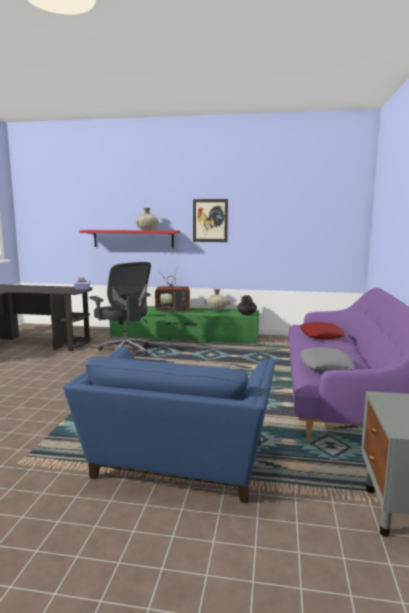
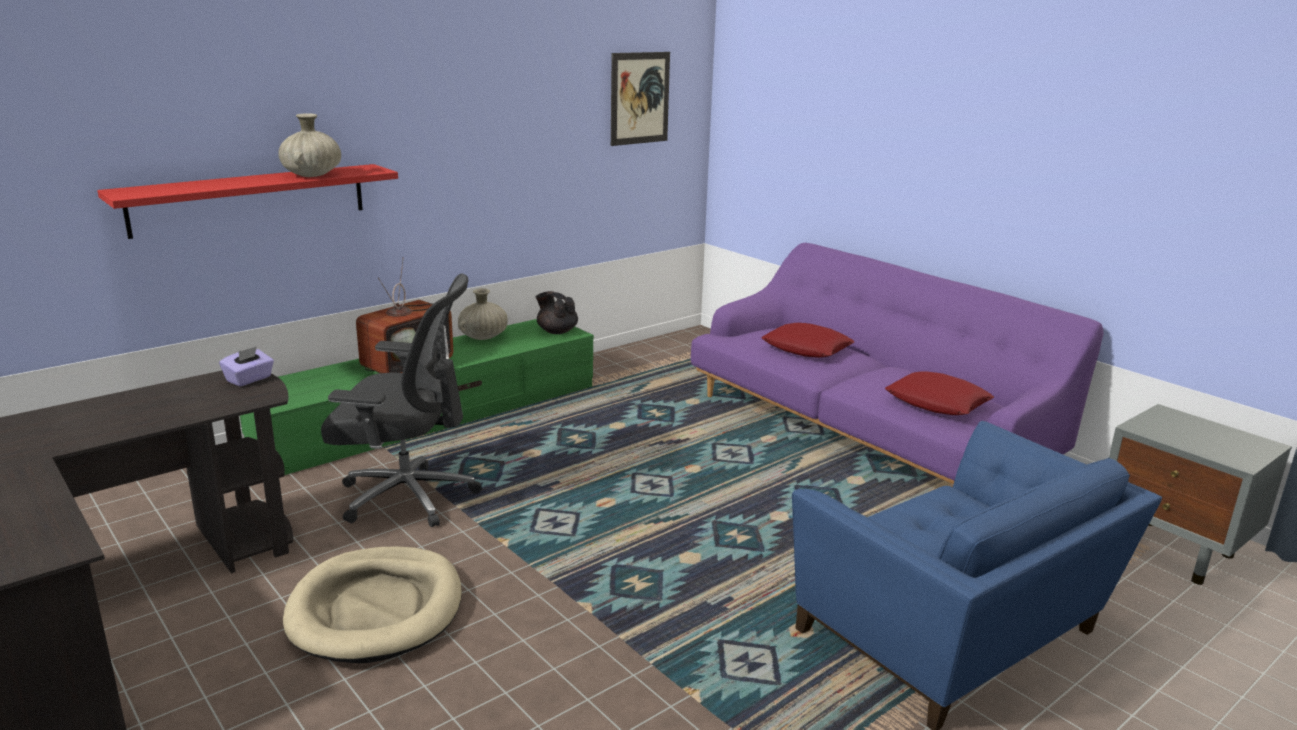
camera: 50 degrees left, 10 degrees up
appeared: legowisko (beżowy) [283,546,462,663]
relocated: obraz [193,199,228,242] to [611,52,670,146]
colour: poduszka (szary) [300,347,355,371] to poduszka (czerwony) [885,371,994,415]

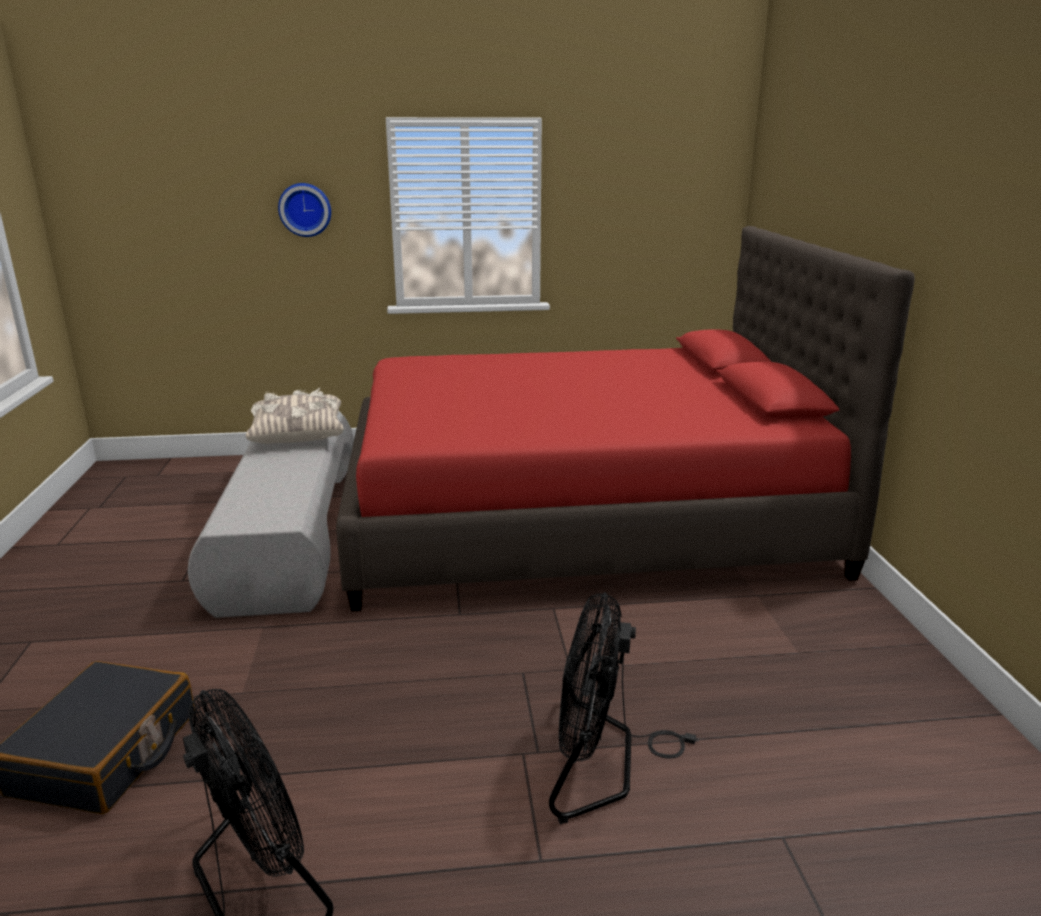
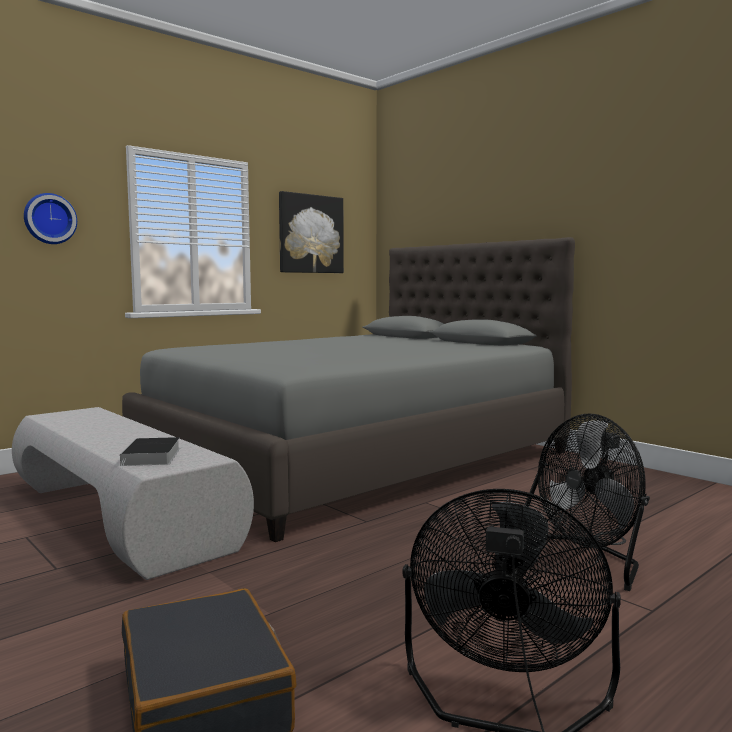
camera: 35 degrees left, 15 degrees down
missing: poduszka (beżowy) [246,388,344,444]
appeared: książka [120,437,180,469]; obraz [279,191,344,273]
colour: łóżko (czerwony) [336,226,915,612] to łóżko (szary) [122,237,575,542]

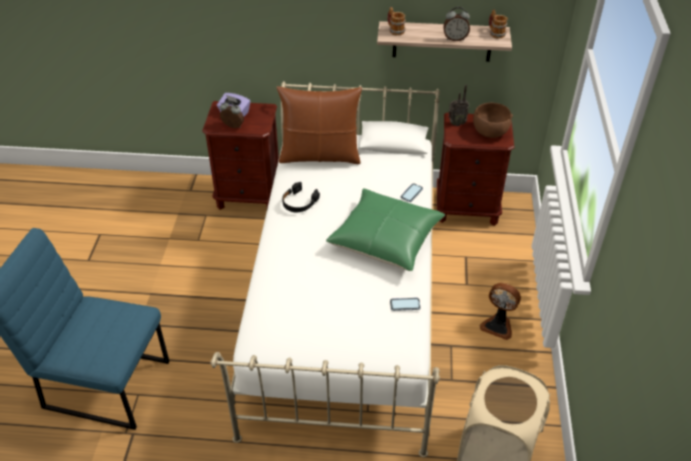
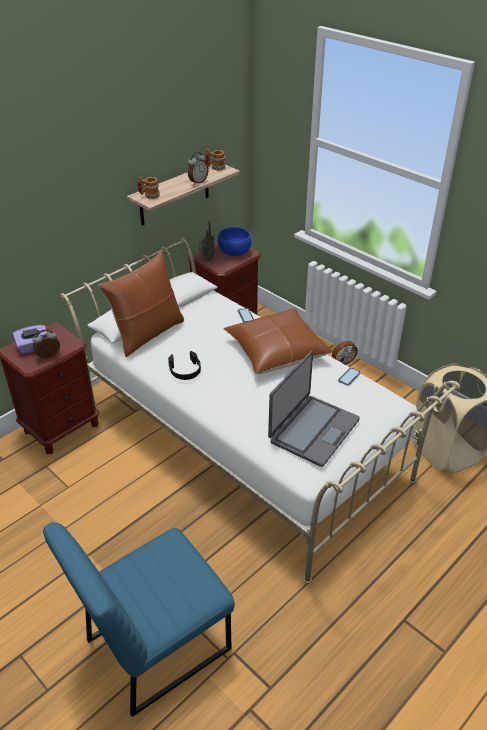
camera: 50 degrees left, 5 degrees down
appeared: laptop [268,351,360,467]
colour: poduszka (zielony) [326,188,445,271] to poduszka (brązowy) [223,308,333,374]; miska (brązowy) [473,103,513,138] to miska (niebieski) [218,227,251,256]

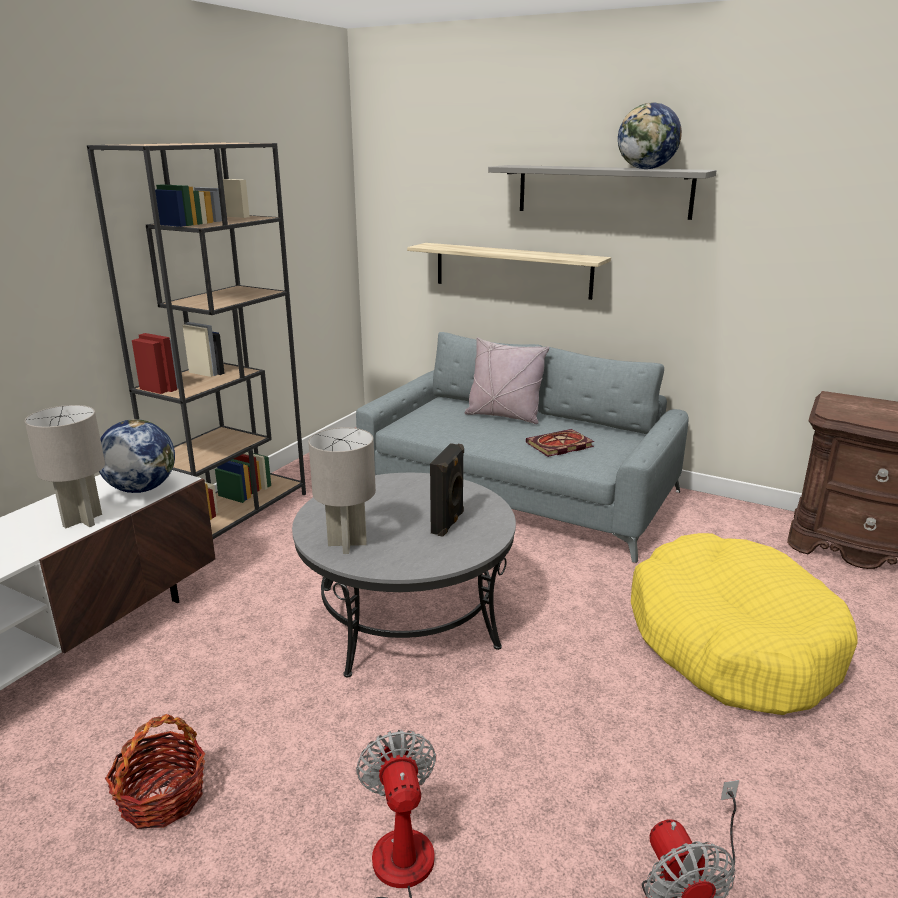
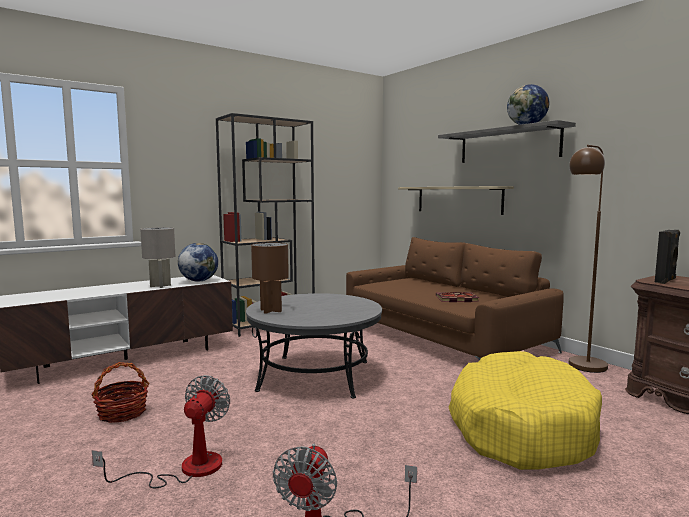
camera: 25 degrees right, 15 degrees down
missing: poduszka (fioletowy) [465,337,549,424]
appeared: lampa stojąca (brązowy) [569,145,608,373]
relocated: głośnik (czarny) [430,443,464,537] to [655,230,680,284]
colour: lampa stołowa (szary) [308,427,376,554] to lampa stołowa (brązowy) [251,243,289,314]; kanapa (szary) [356,332,689,563] to kanapa (brązowy) [346,237,564,360]

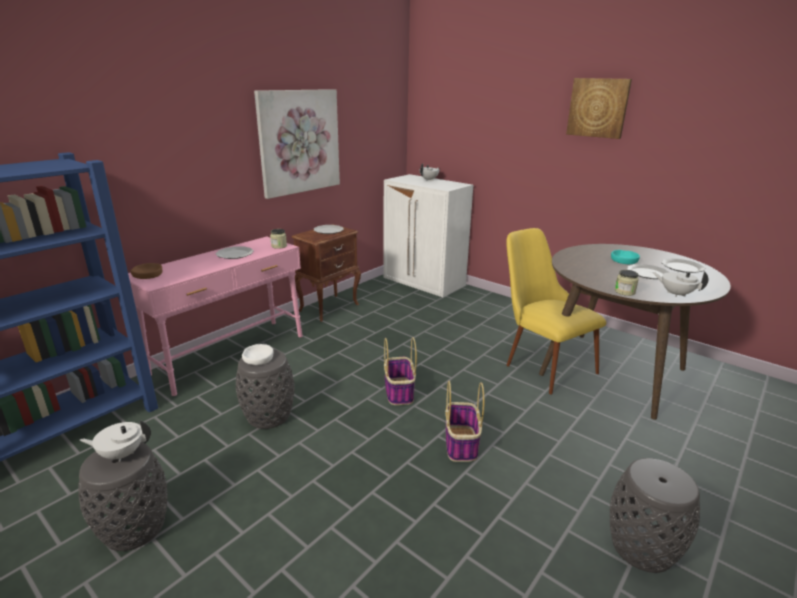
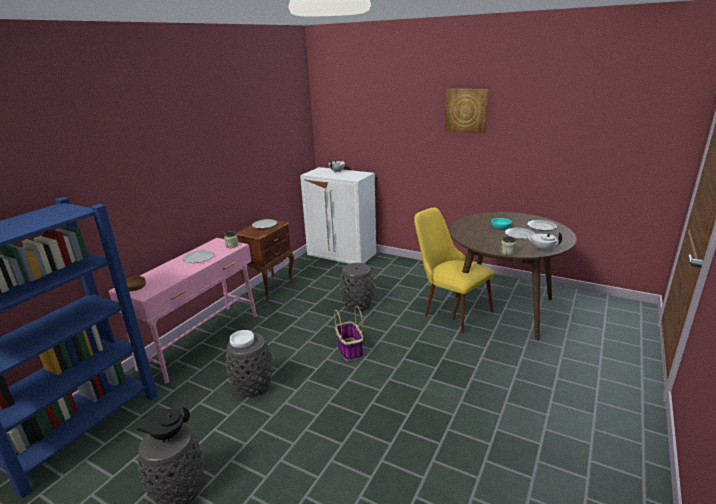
camera: 10 degrees left, 0 degrees up
missing: obraz [254,89,340,199]; koszyk [445,381,484,462]
relocated: stołek (szary) [610,458,700,573] to [340,263,374,311]
colour: imbryk (biały) [80,420,151,462] to imbryk (czarny) [135,406,190,441]

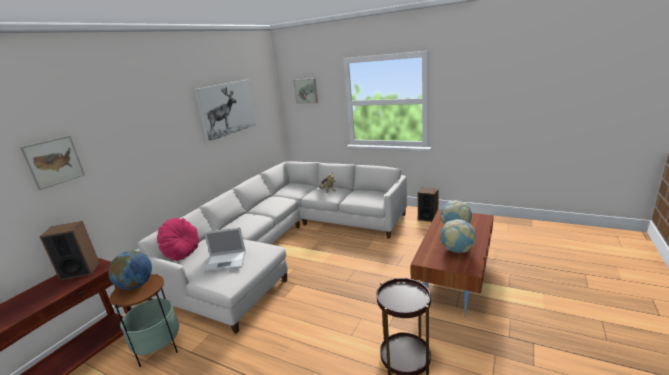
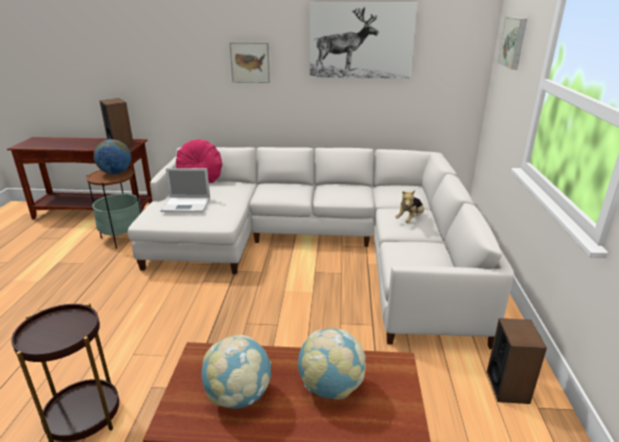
camera: 65 degrees right, 5 degrees up
relocated: obraz [20,135,85,190] to [229,42,270,83]
spun: laptop [204,227,246,273] = [160,168,210,212] 60 degrees counterclockwise

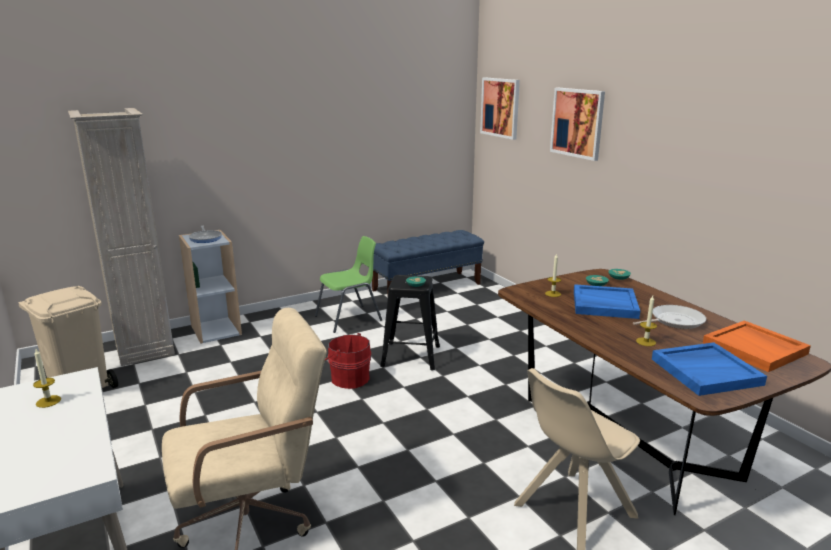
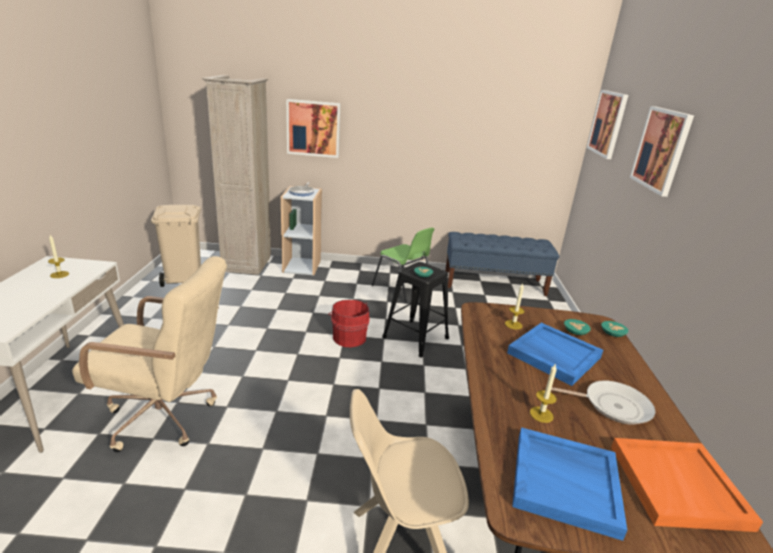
camera: 30 degrees right, 5 degrees up
appeared: obraz [286,99,340,158]
spun: krzesło (zielony) [315,236,382,333] = [371,228,434,303] 45 degrees clockwise

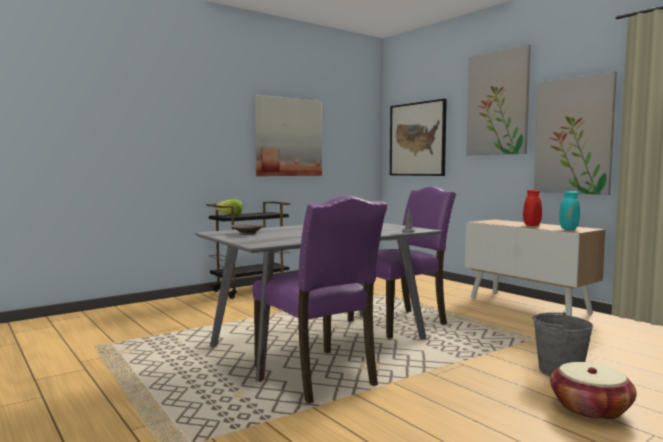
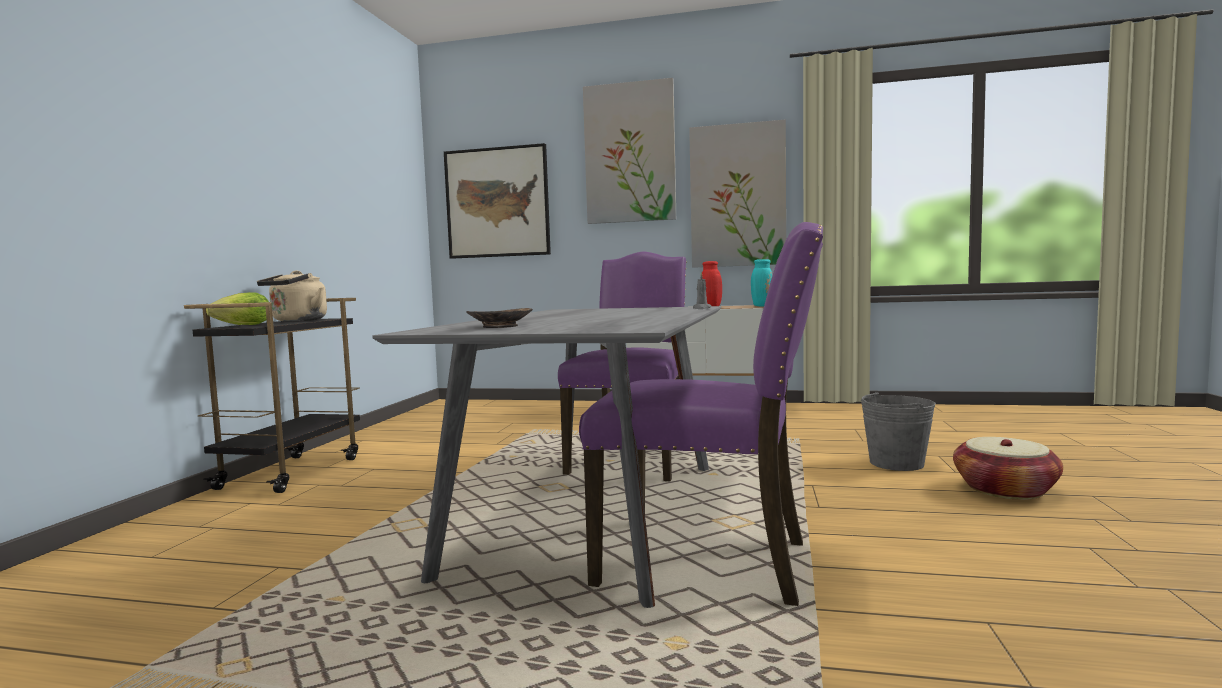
camera: 40 degrees left, 0 degrees up
missing: obraz [255,95,322,176]
appeared: czajnik (beżowy) [257,271,327,321]

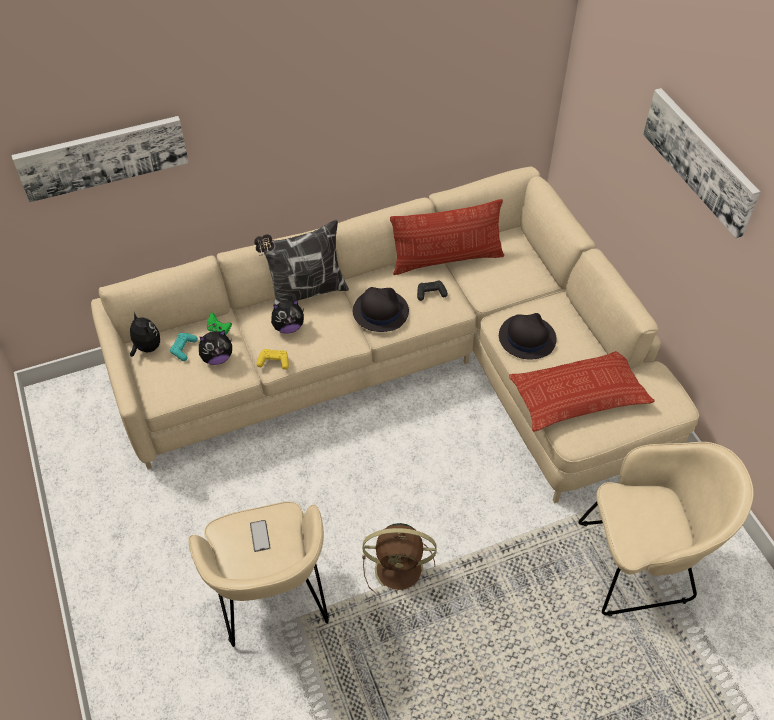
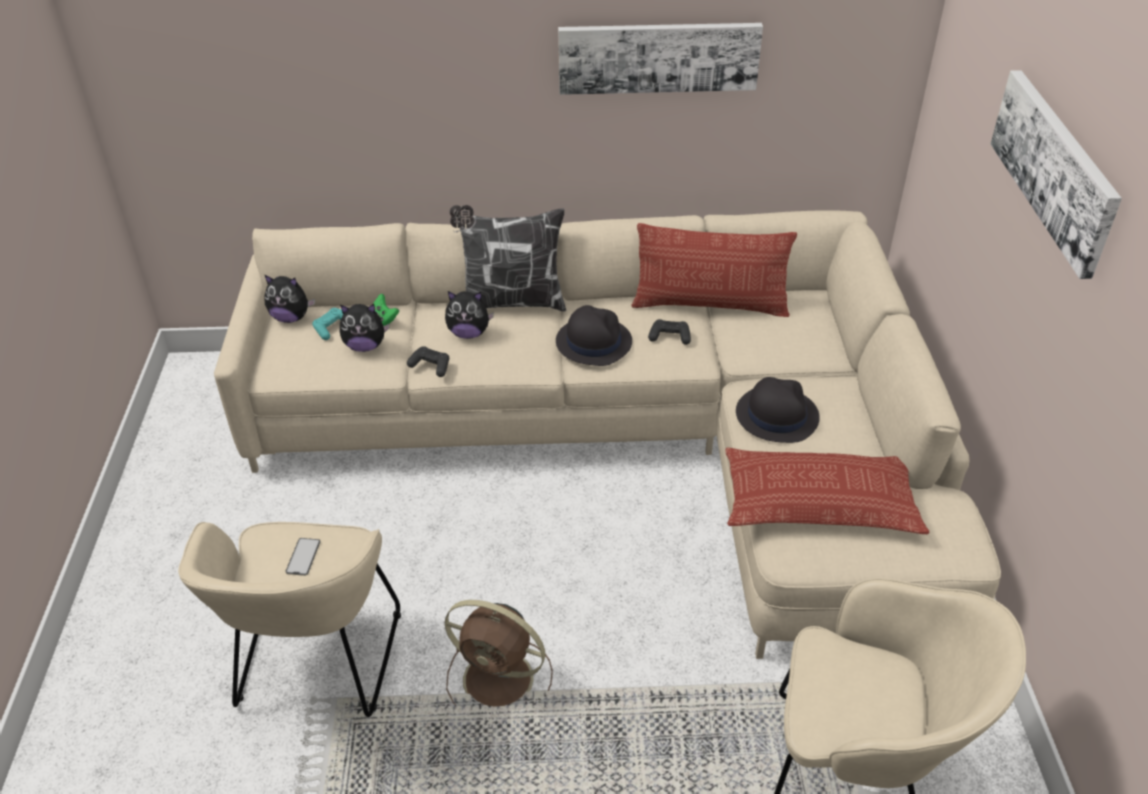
camera: 20 degrees right, 10 degrees down
relocated: obraz [12,116,189,203] to [558,23,763,95]
colour: pad do gier (żółty) [256,349,289,369] to pad do gier (czarny) [407,346,449,377]
spun: pluszak [130,311,160,357] = [264,275,315,323] 120 degrees clockwise

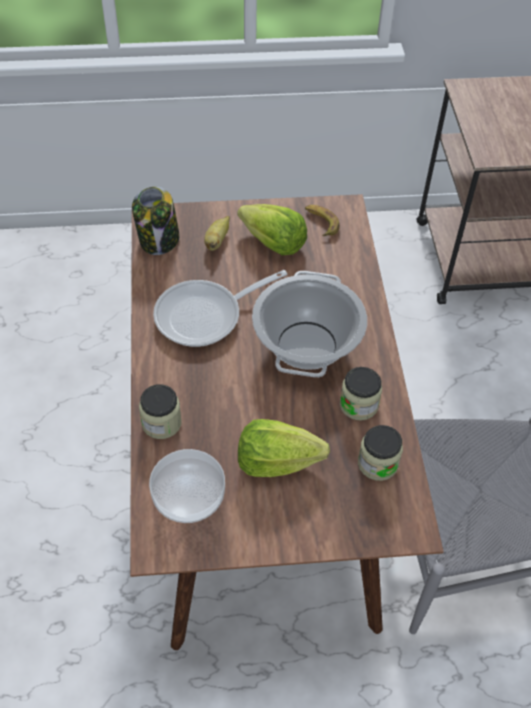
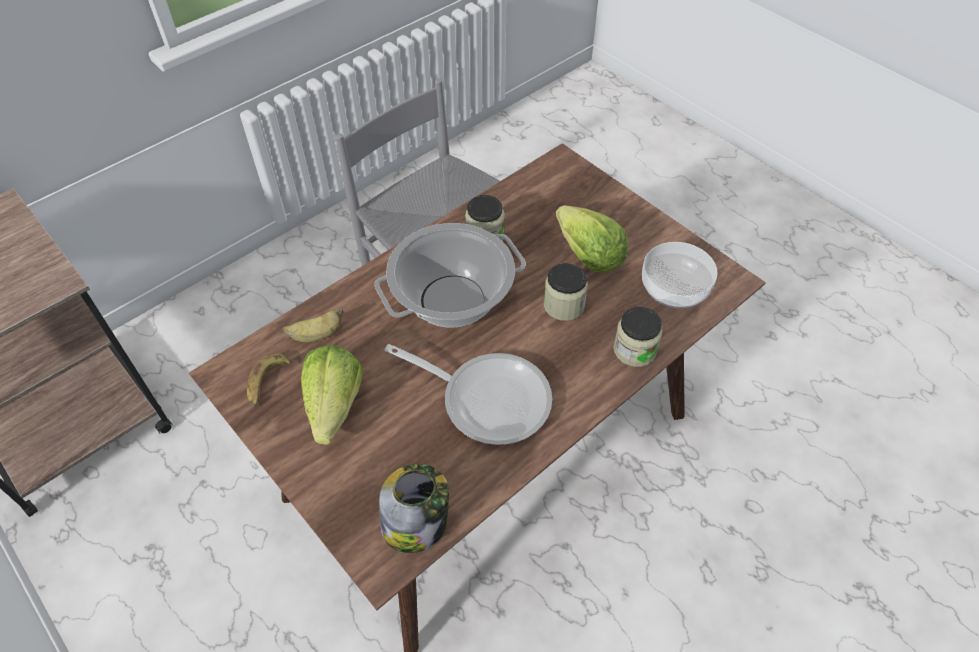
camera: 125 degrees left, 0 degrees up
relocated: banan [204,216,230,251] to [283,308,344,342]; słoik [358,425,403,481] to [544,263,588,321]

